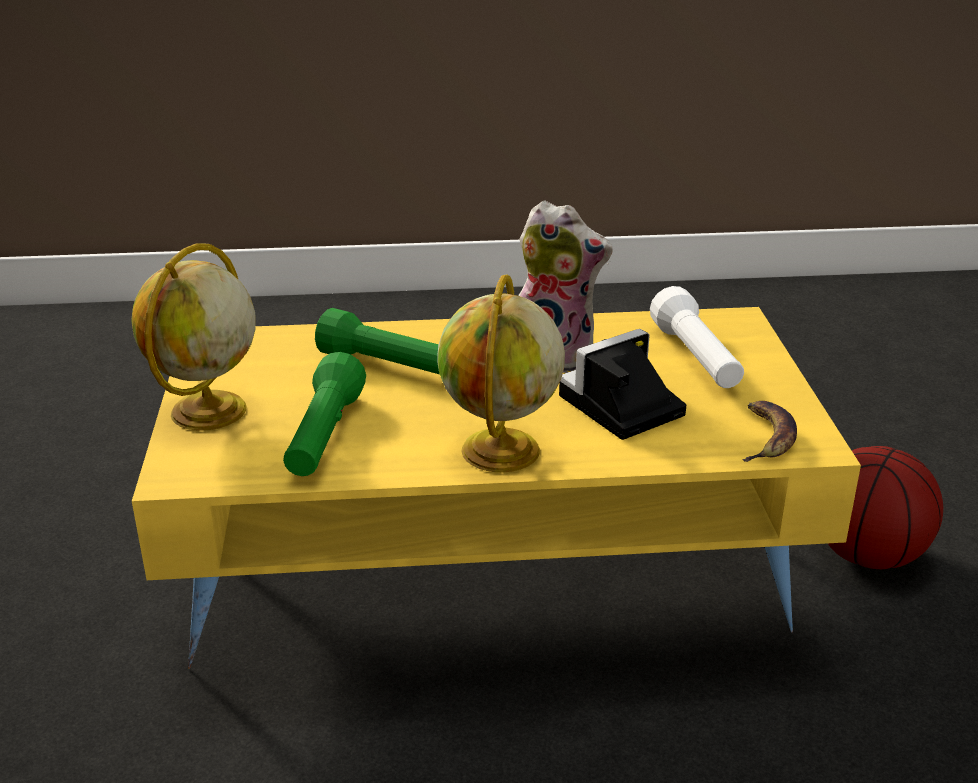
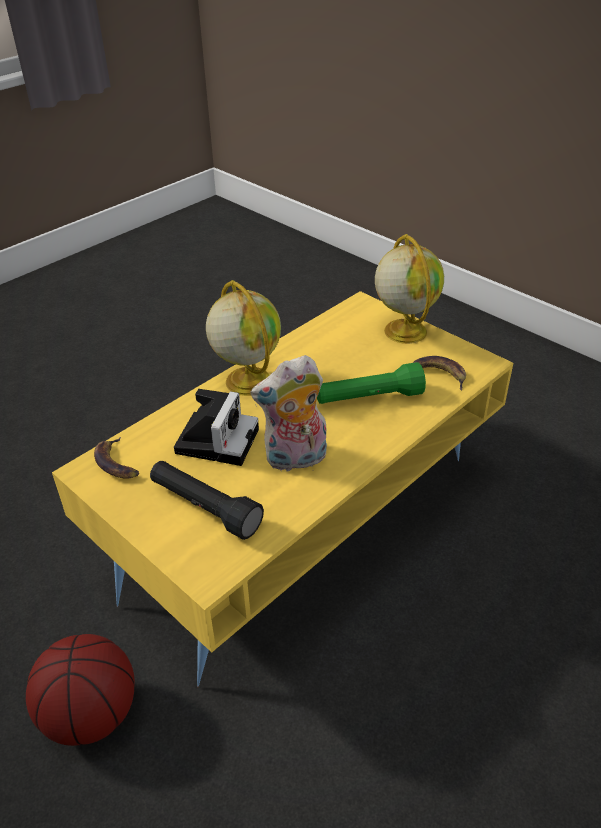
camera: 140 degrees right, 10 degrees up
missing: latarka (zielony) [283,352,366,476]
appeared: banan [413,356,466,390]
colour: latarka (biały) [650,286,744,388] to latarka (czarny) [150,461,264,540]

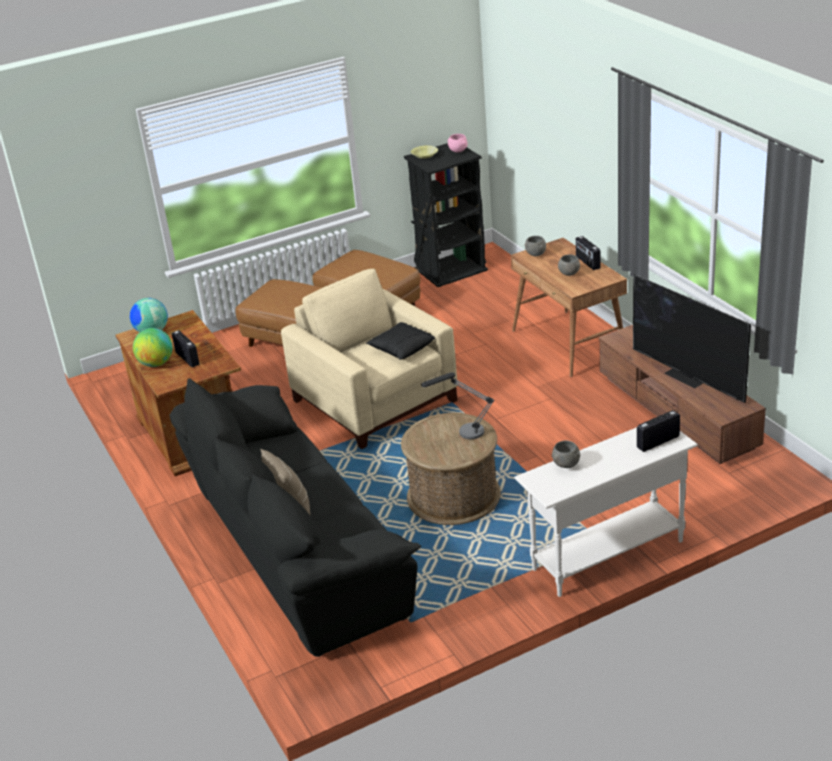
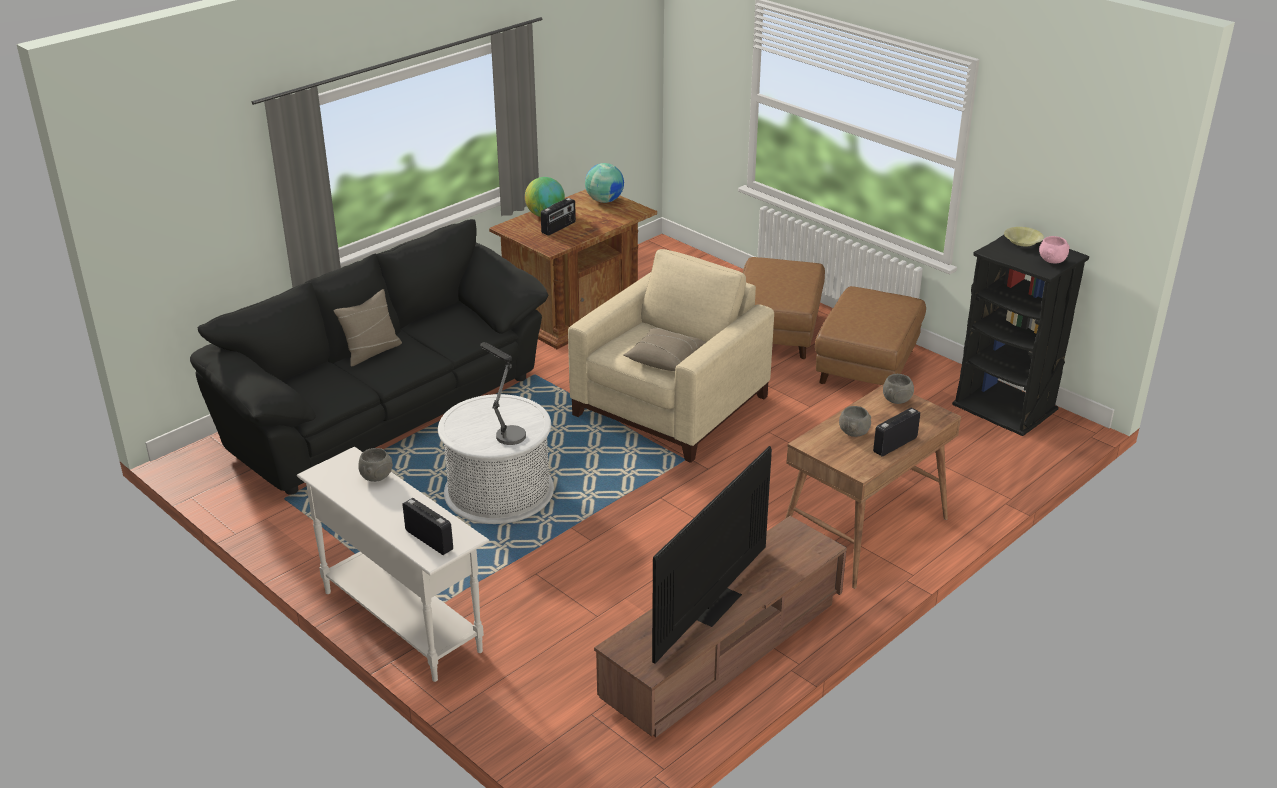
camera: 70 degrees right, 0 degrees up
colour: poduszka (czarny) [366,322,435,360] to poduszka (beżowy) [623,328,706,371]; ława (brązowy) [401,413,501,525] to ława (biały) [438,394,554,524]

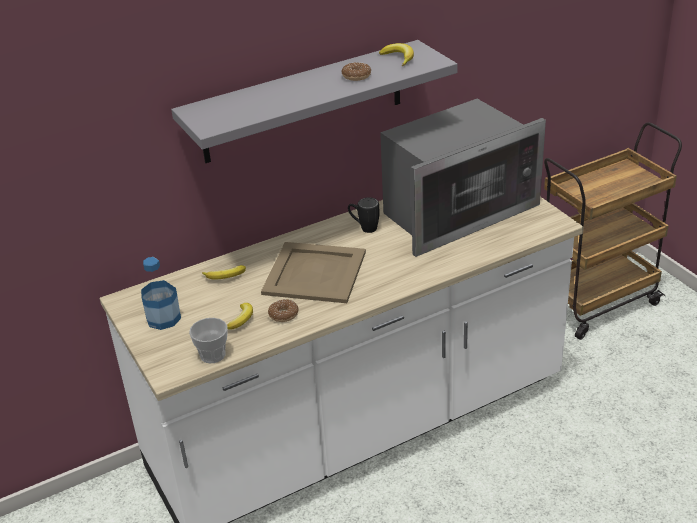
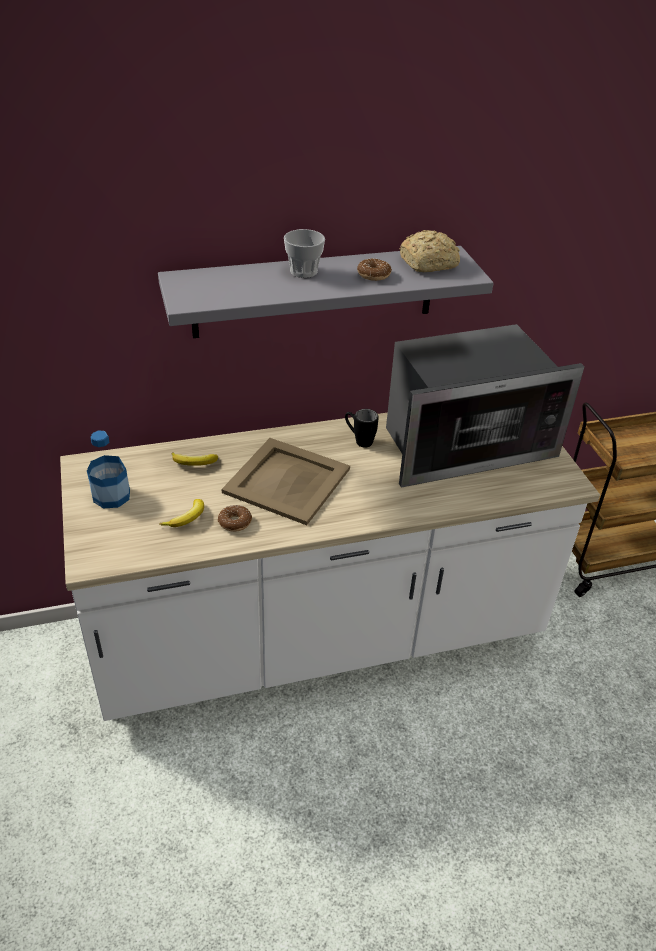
camera: 10 degrees right, 5 degrees up
relocated: filiżanka [189,318,228,363] to [284,229,325,278]
exchanged: banan [379,43,414,66] to chleb [400,230,460,272]

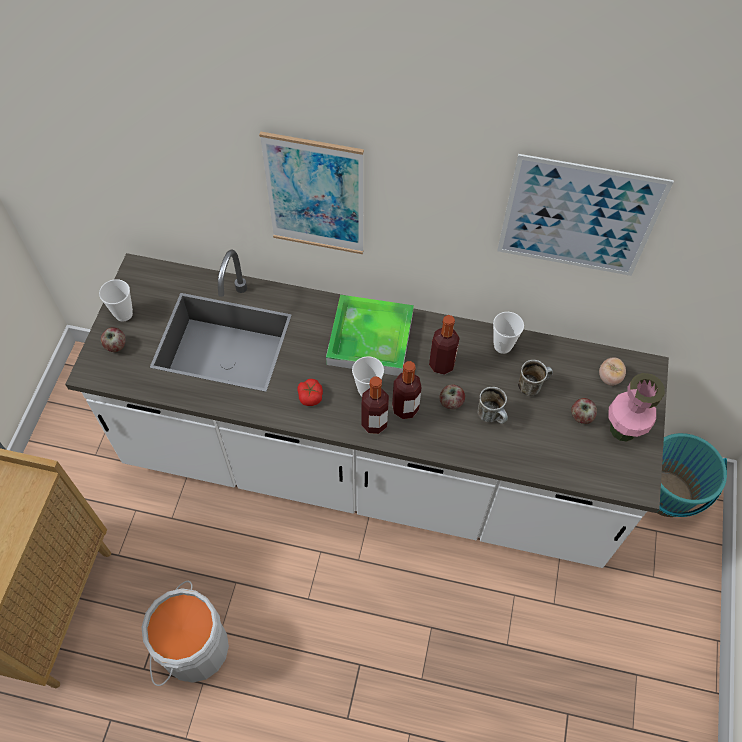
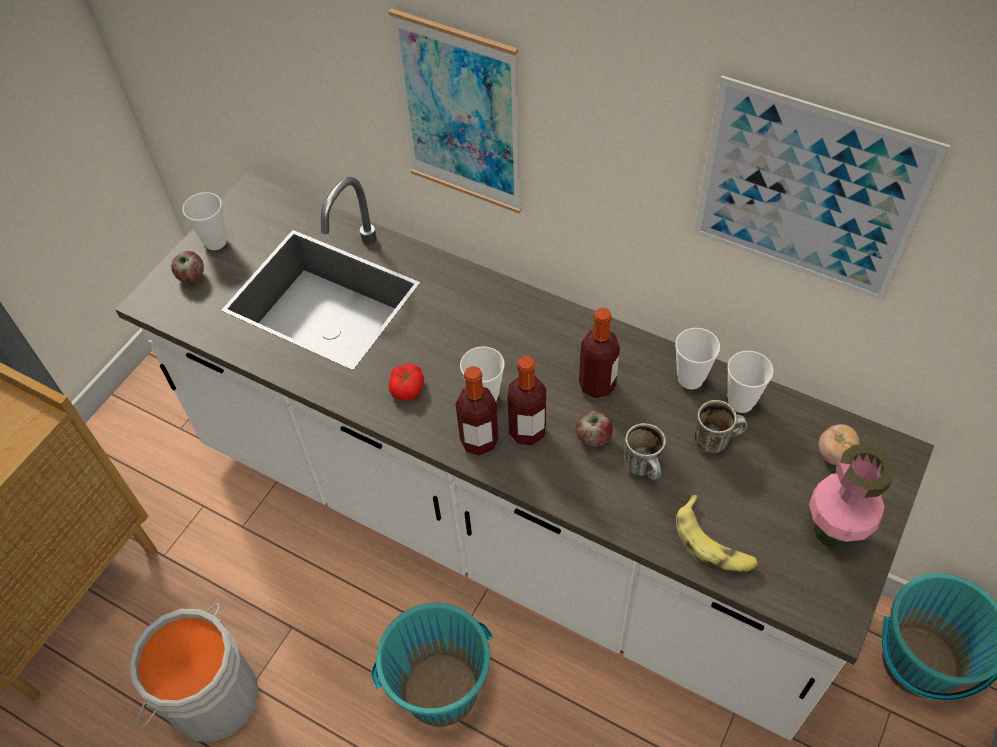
camera: 20 degrees right, 5 degrees down
missing: taca [326,295,414,376]; jabłko [571,398,597,424]
appeared: wiadro (turkusowy) [371,603,493,727]; banan [676,495,759,574]; filiżanka [727,351,774,413]

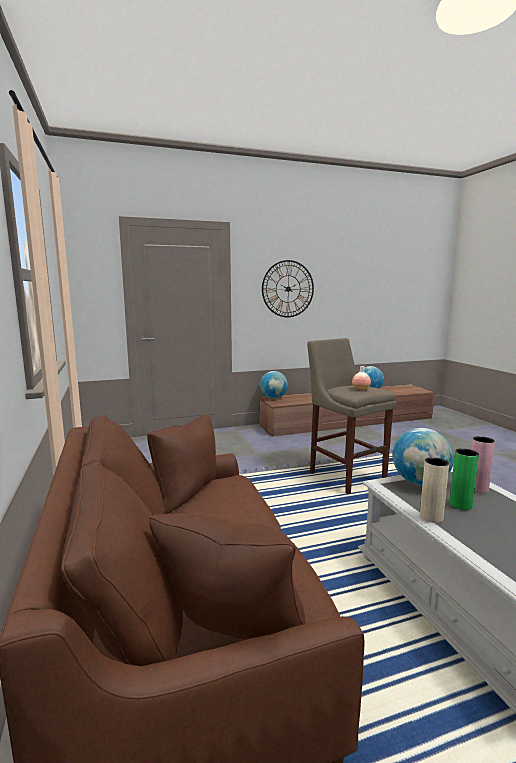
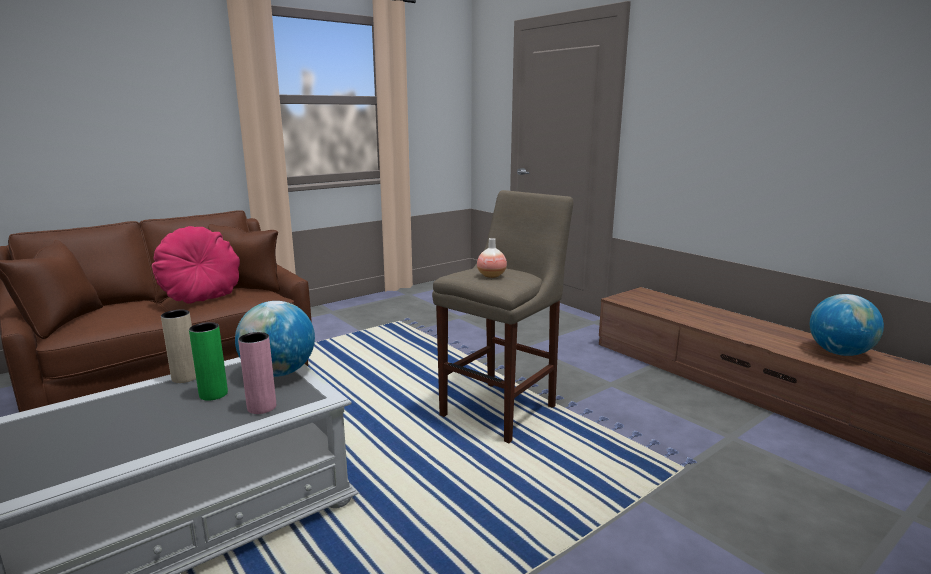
camera: 70 degrees right, 5 degrees up
missing: globus [260,371,288,399]; zegar ścienny [262,260,314,317]
appeared: poduszka (różowy) [152,226,240,304]

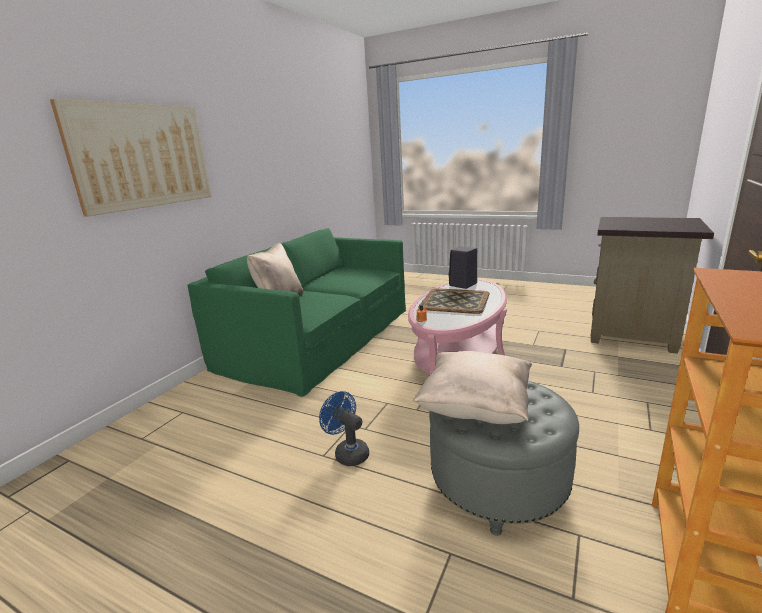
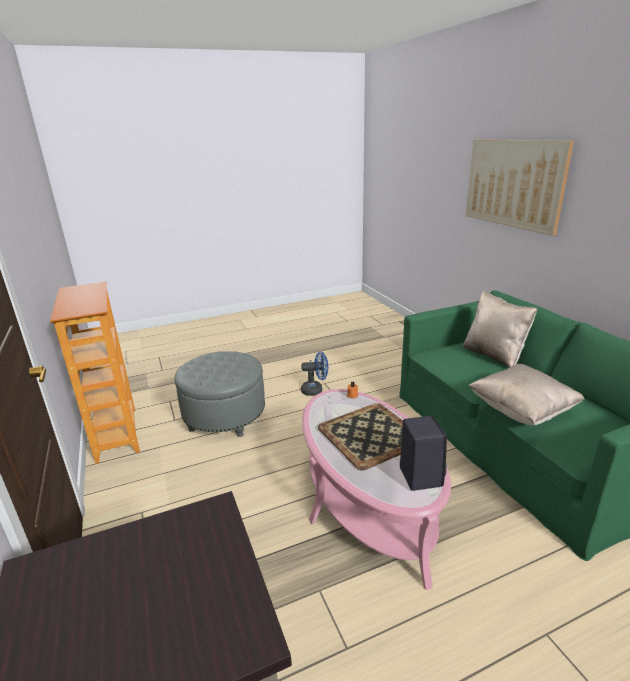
camera: 130 degrees right, 5 degrees up
relocated: poduszka (beżowy) [413,351,532,424] to [468,364,585,426]

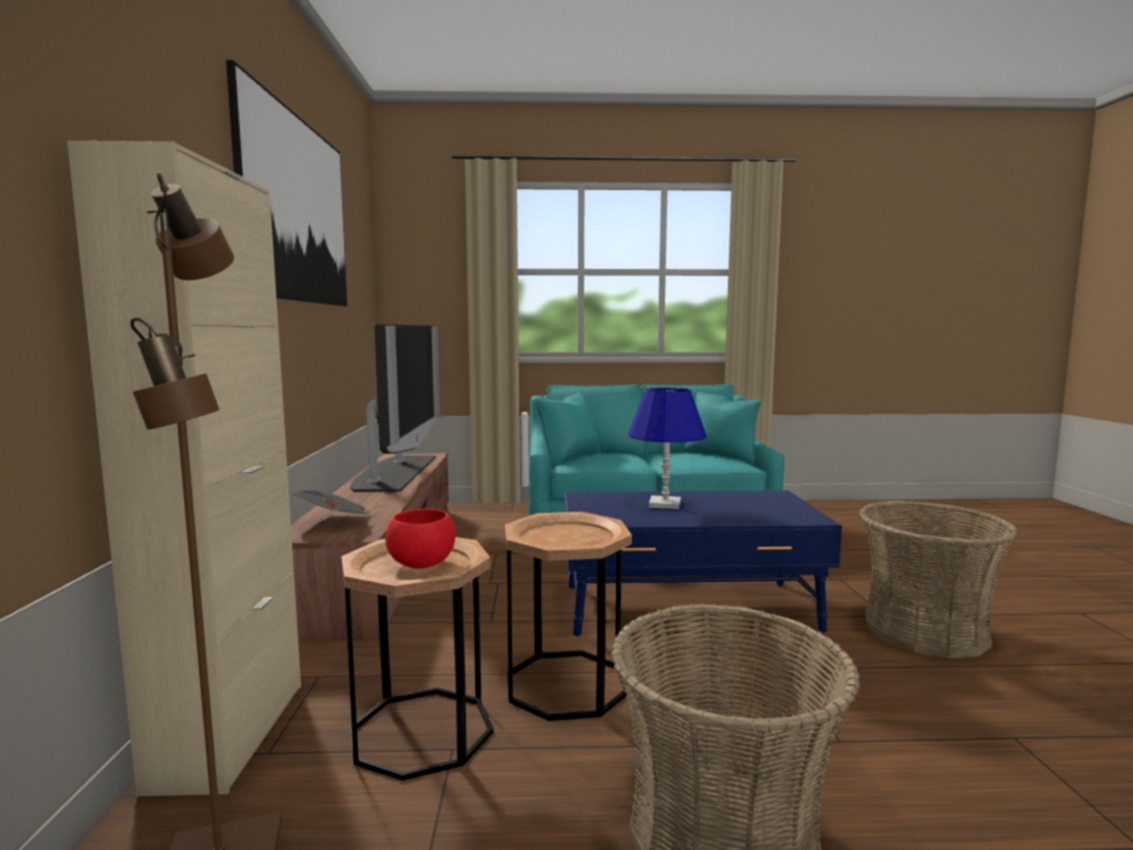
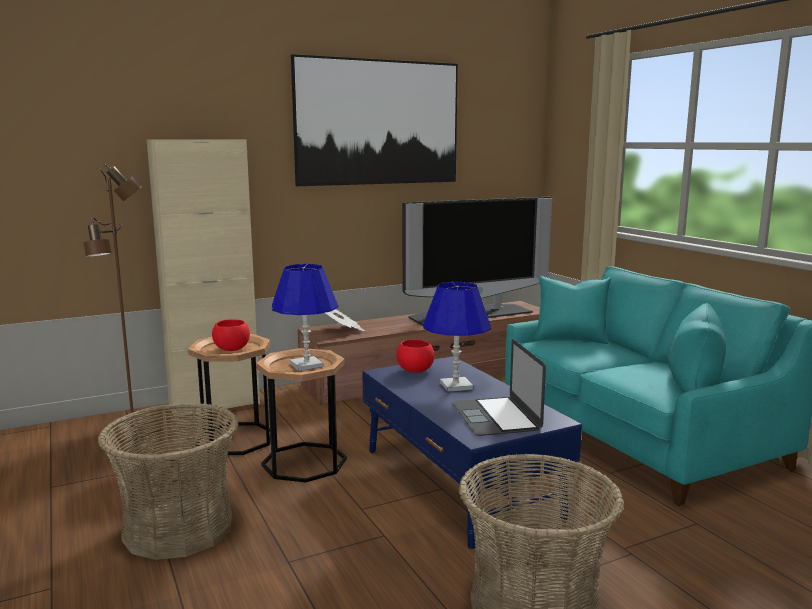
camera: 65 degrees right, 5 degrees up
appeared: lampa stołowa (niebieski) [272,264,338,371]; miska (czerwony) [396,340,434,373]; laptop [452,339,546,436]

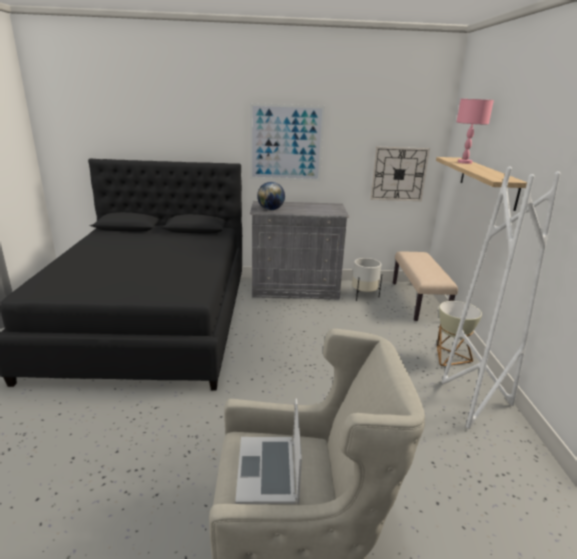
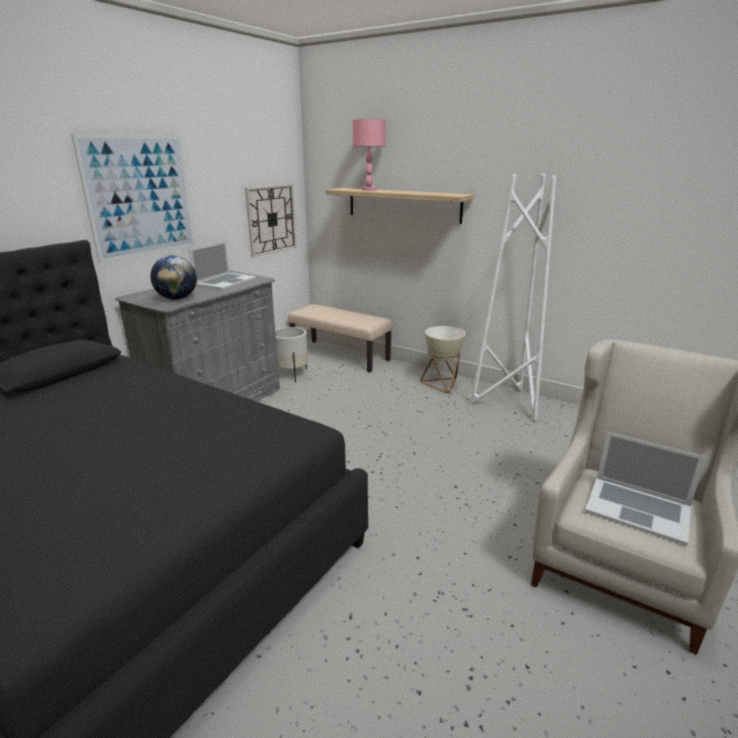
camera: 55 degrees left, 0 degrees up
appeared: laptop [189,241,257,290]

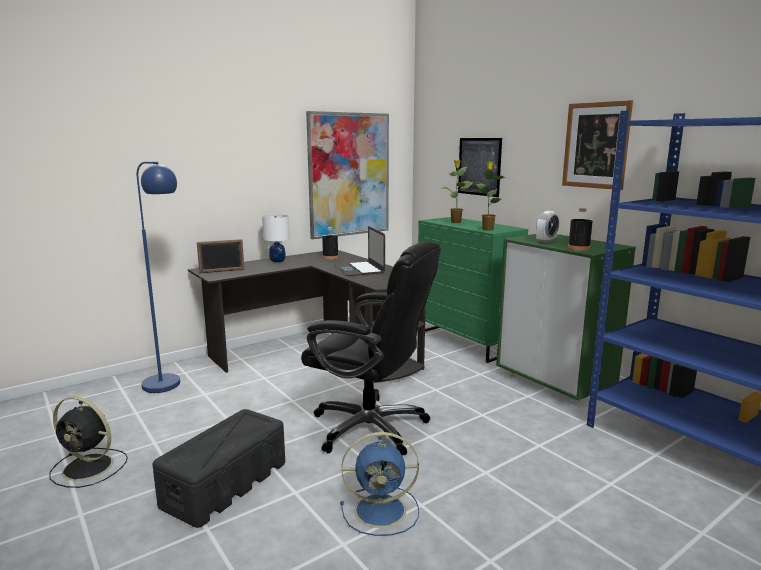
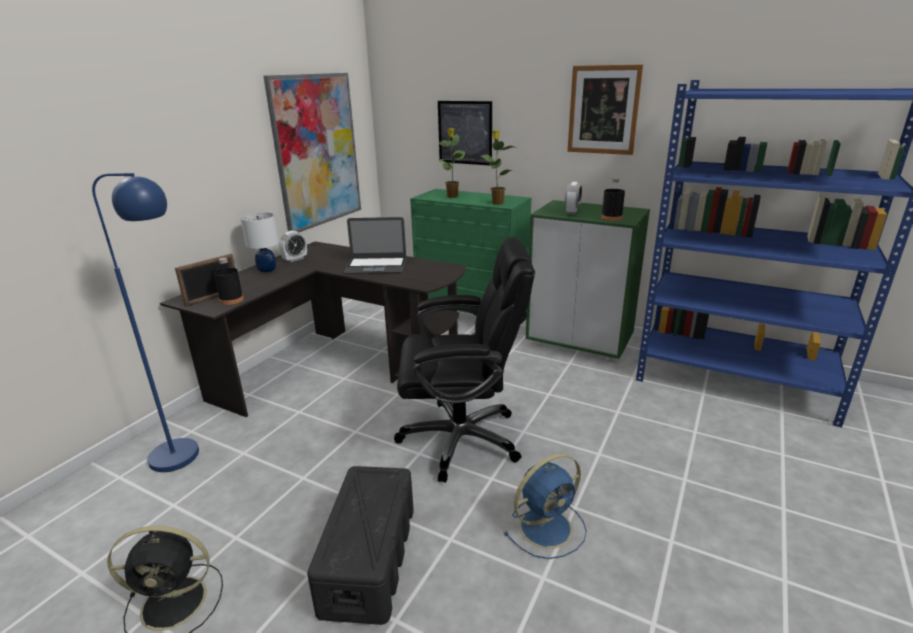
camera: 25 degrees left, 10 degrees up
appeared: budzik [279,231,307,262]
relocated: butelka (czarny) [322,227,338,259] to [214,258,244,305]
spun: laptop [334,226,385,276] = [344,217,406,274] 45 degrees counterclockwise

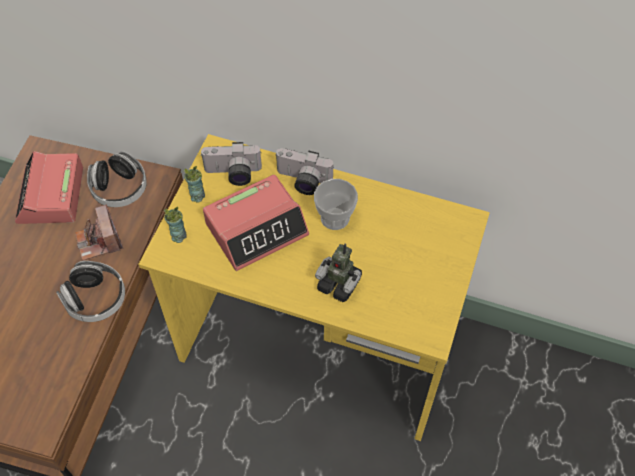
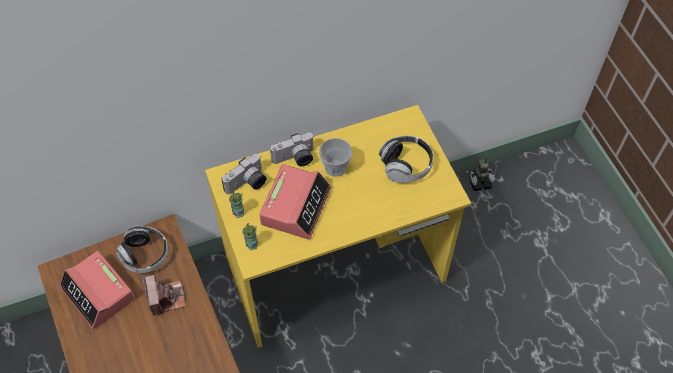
camera: 40 degrees left, 0 degrees up
relocated: słuchawki [56,261,125,322] to [379,136,433,183]; robot zabawkowy [315,243,362,302] to [469,157,495,191]
spun: aparat fotograficzny [75,205,124,261] = [142,275,186,316] 135 degrees counterclockwise

